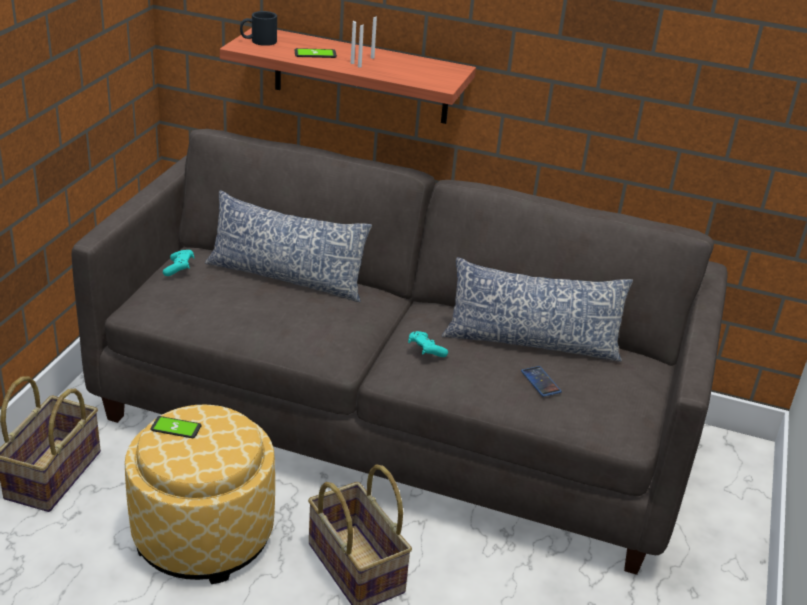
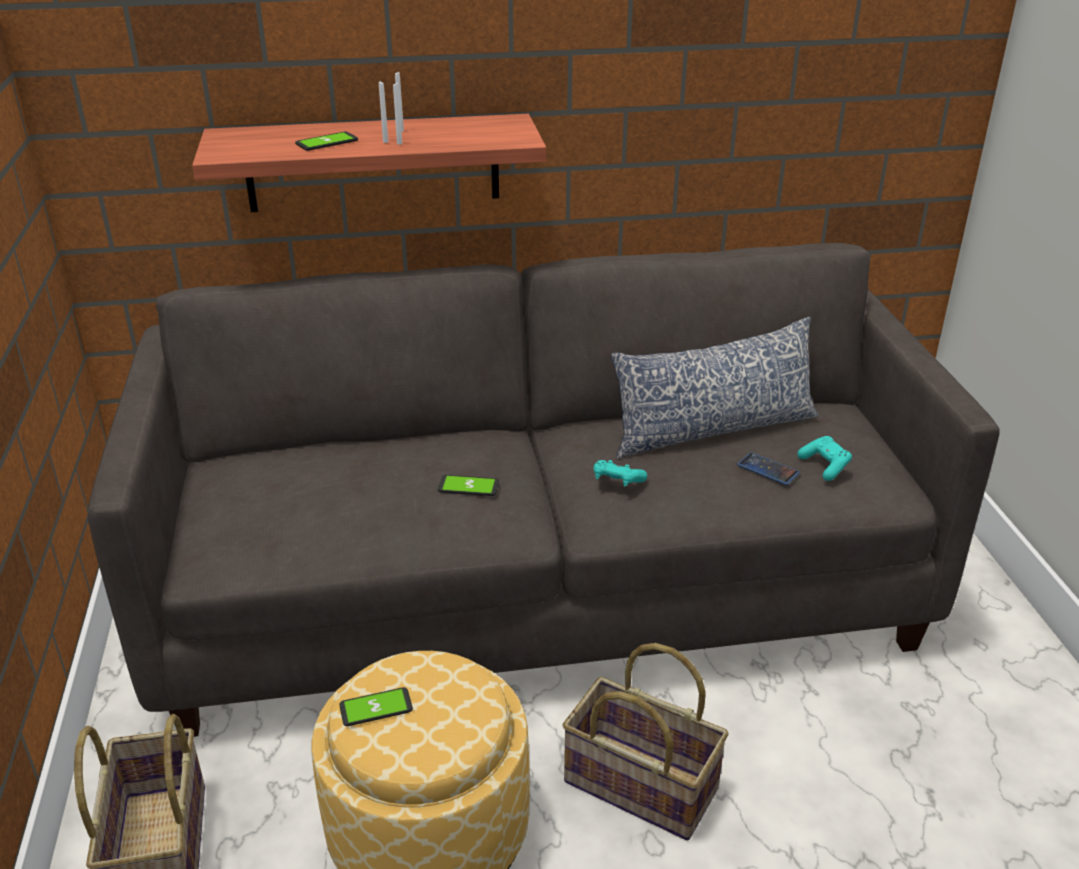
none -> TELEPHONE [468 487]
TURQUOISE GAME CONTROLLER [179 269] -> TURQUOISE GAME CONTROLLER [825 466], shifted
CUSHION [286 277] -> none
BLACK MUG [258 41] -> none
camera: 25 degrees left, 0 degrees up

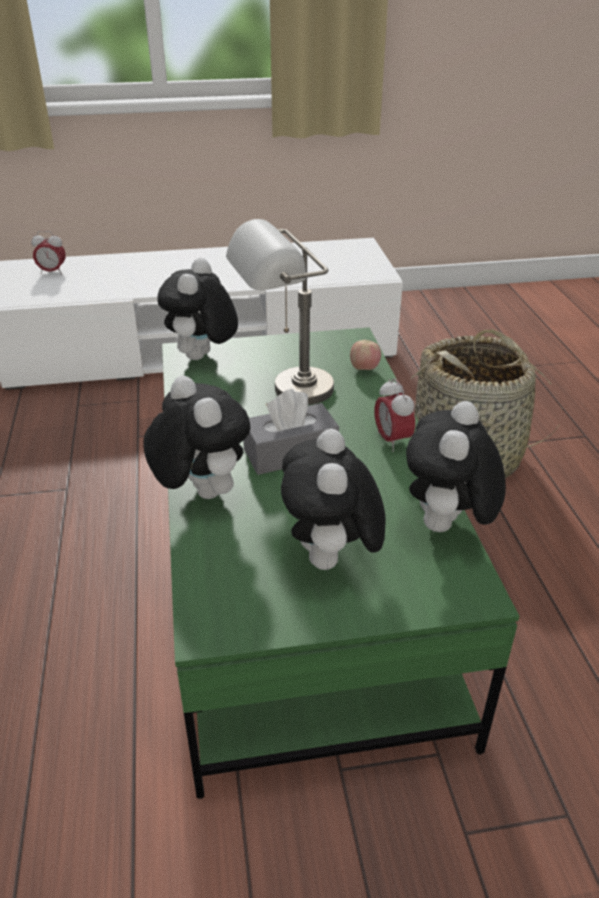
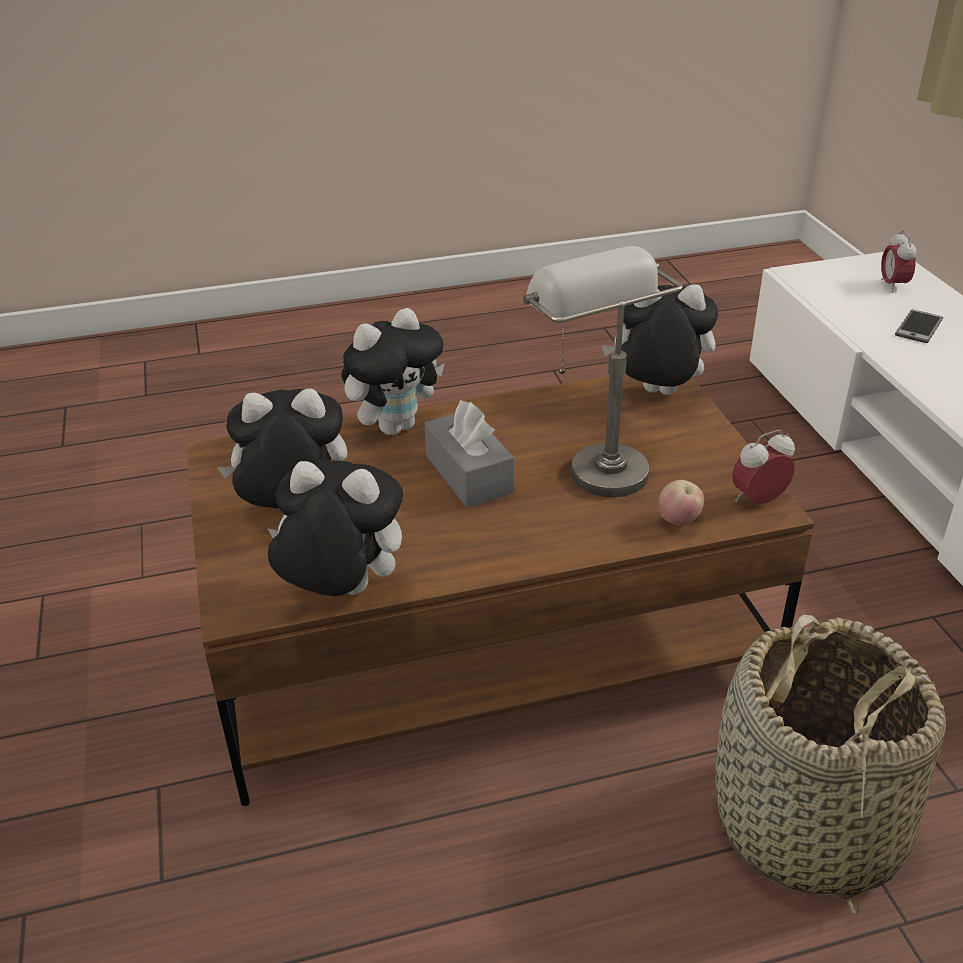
GREEN LOW TABLE [300 581] -> BROWN-COLOURED LOW TABLE [484 640]
BEDSIDE CLOCK [392 440] -> BEDSIDE CLOCK [758 500], shifted
none -> TELEPHONE [918 327]
camera: 85 degrees right, 0 degrees up

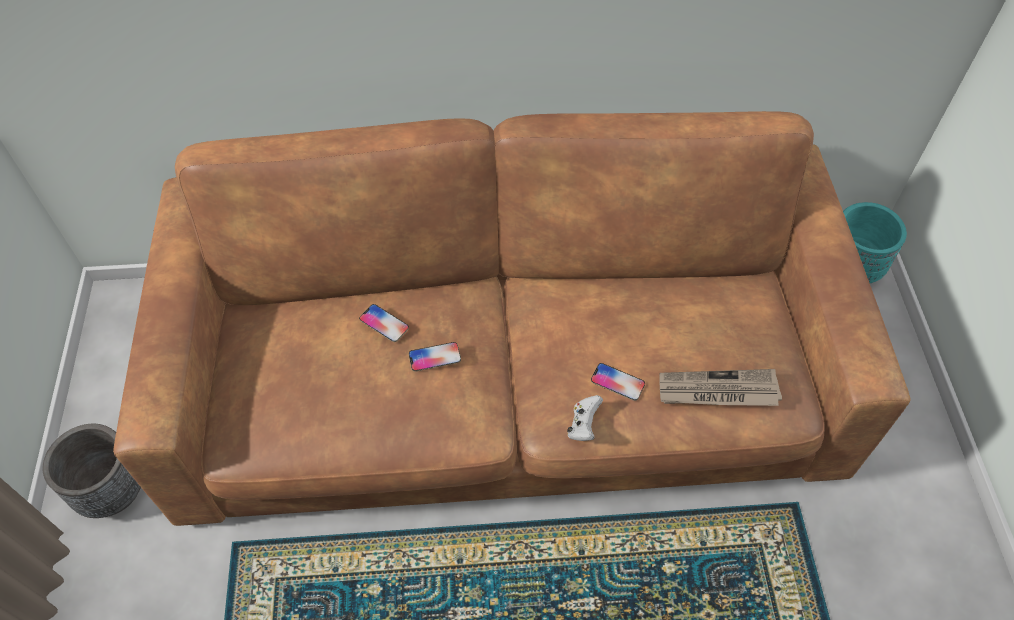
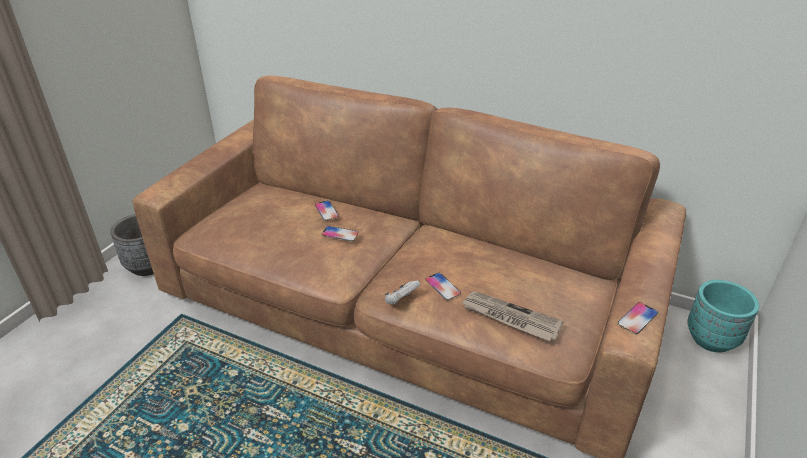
none -> TELEPHONE [637 319]
camera: 30 degrees right, 20 degrees down

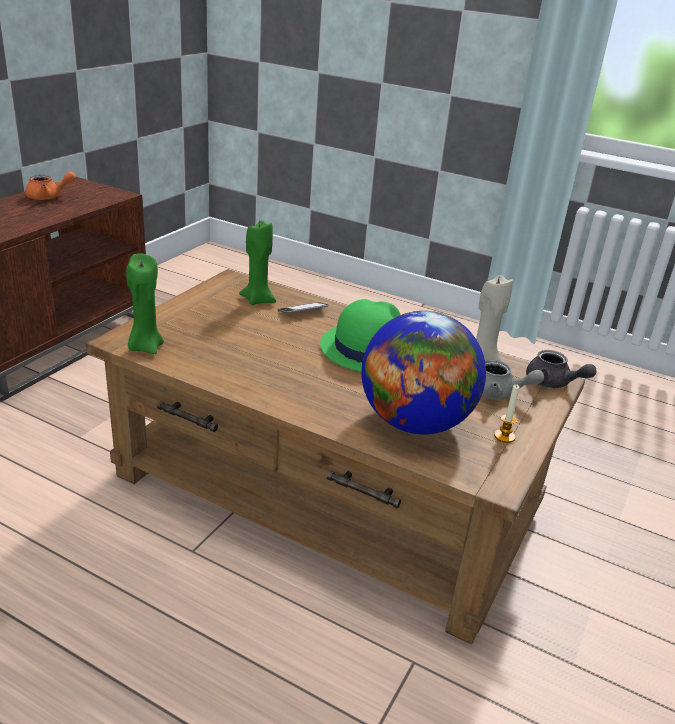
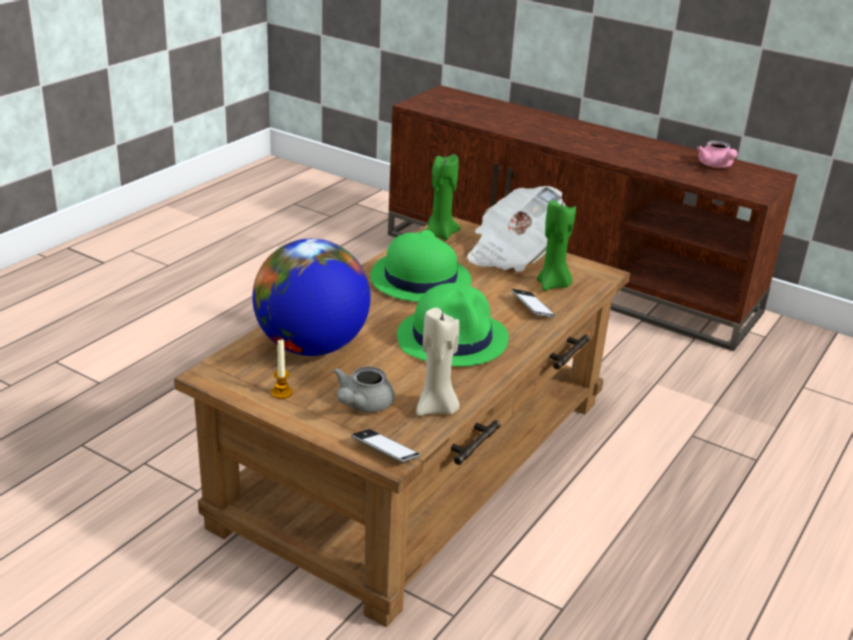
GREYISH TEA POT [553 383] -> TELEPHONE [385 450]
none -> GREEN CLOTHING HAT [419 280]
none -> DAILY PAPER [514 254]
ORANGE-COLOURED TEA POT [49 197] -> PINK-COLOURED TEA POT [716 166]
camera: 95 degrees right, 0 degrees up

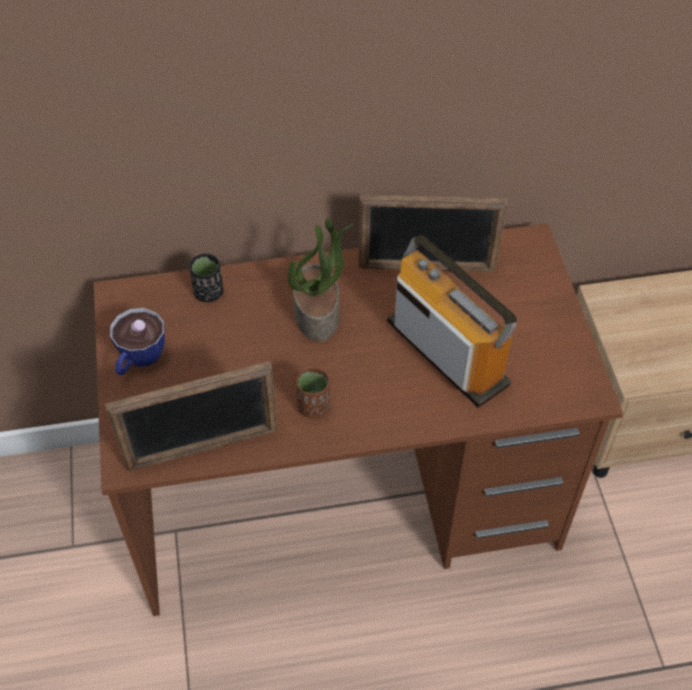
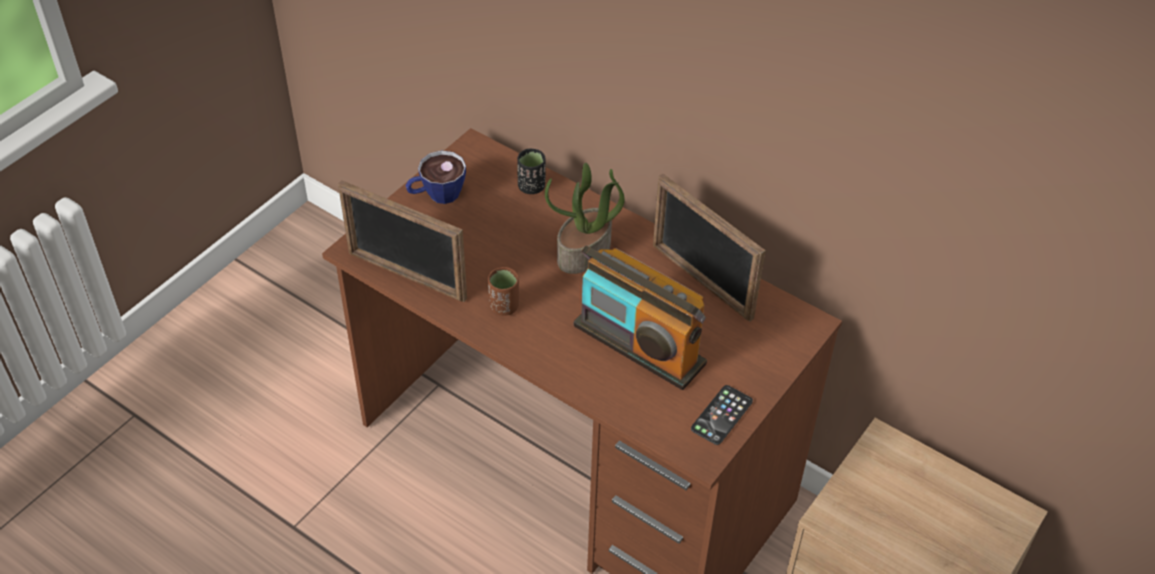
RADIO RECEIVER [447 352] -> RADIO RECEIVER [639 345], 120 degrees clockwise
none -> TELEPHONE [721 415]
camera: 45 degrees right, 5 degrees down

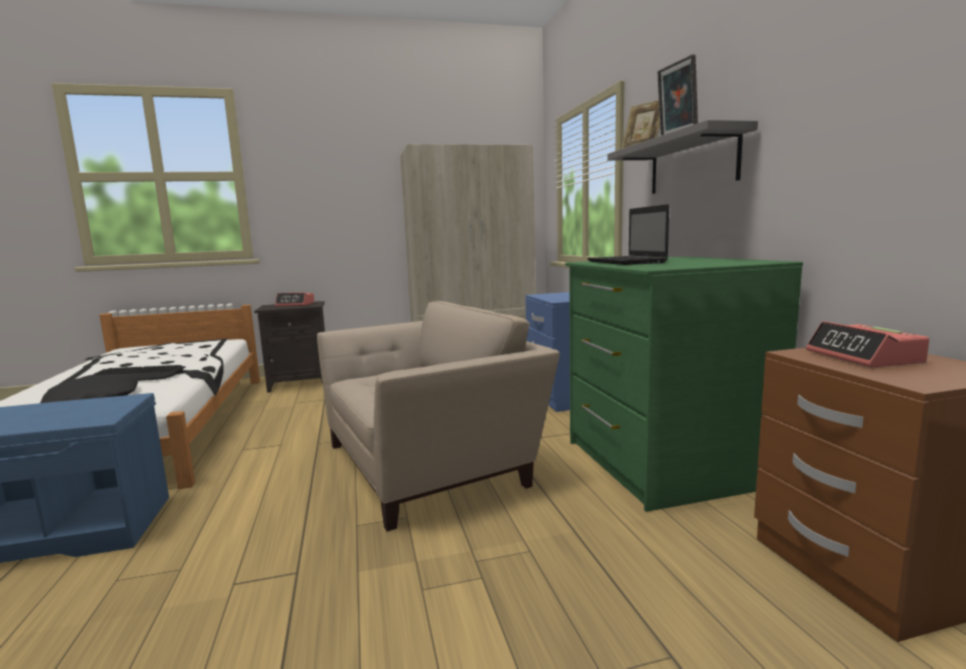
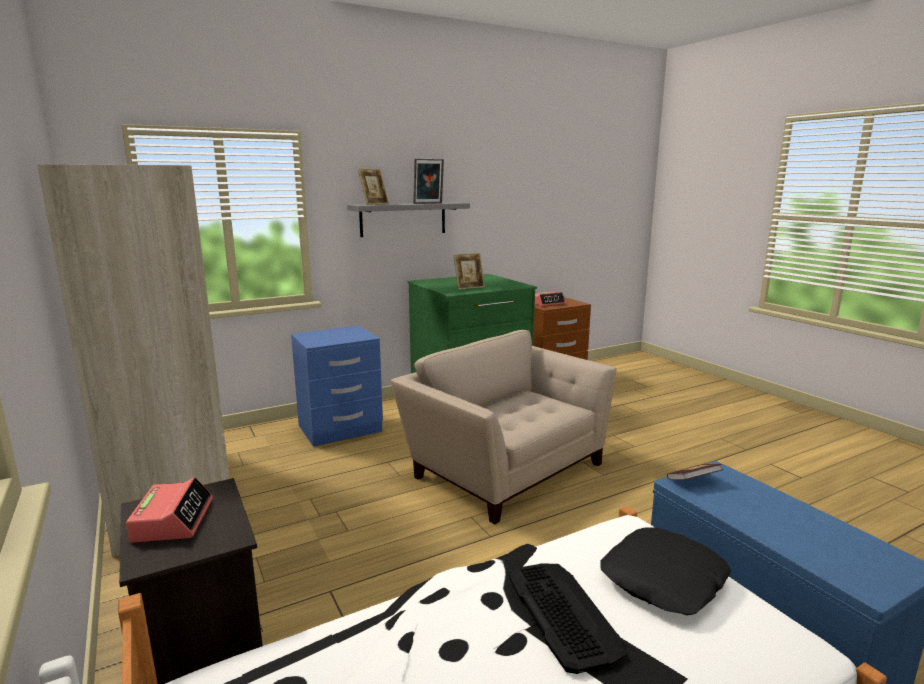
PORTABLE COMPUTER [627 262] -> STANDING FRAME [469 287]
none -> BOOK [693 481]
camera: 105 degrees left, 5 degrees up

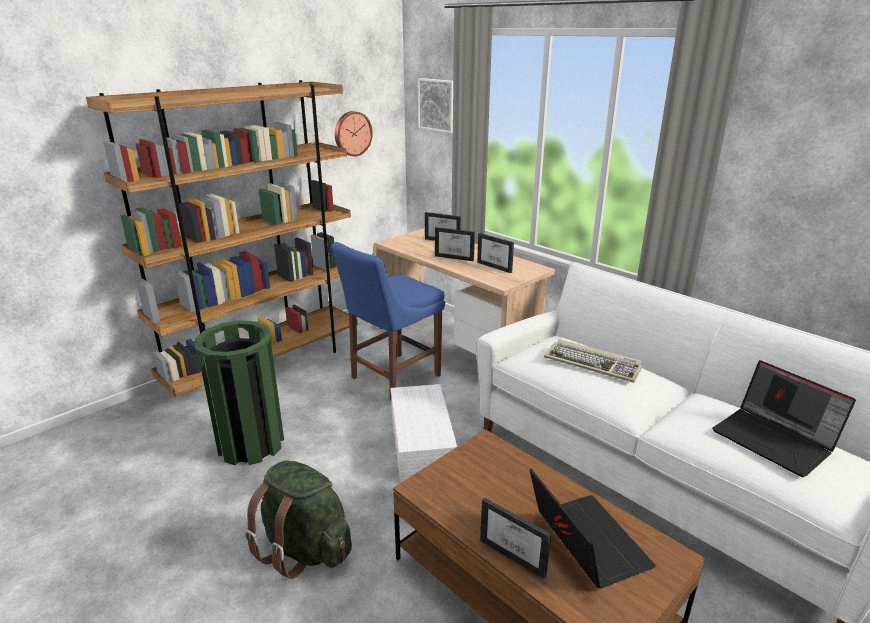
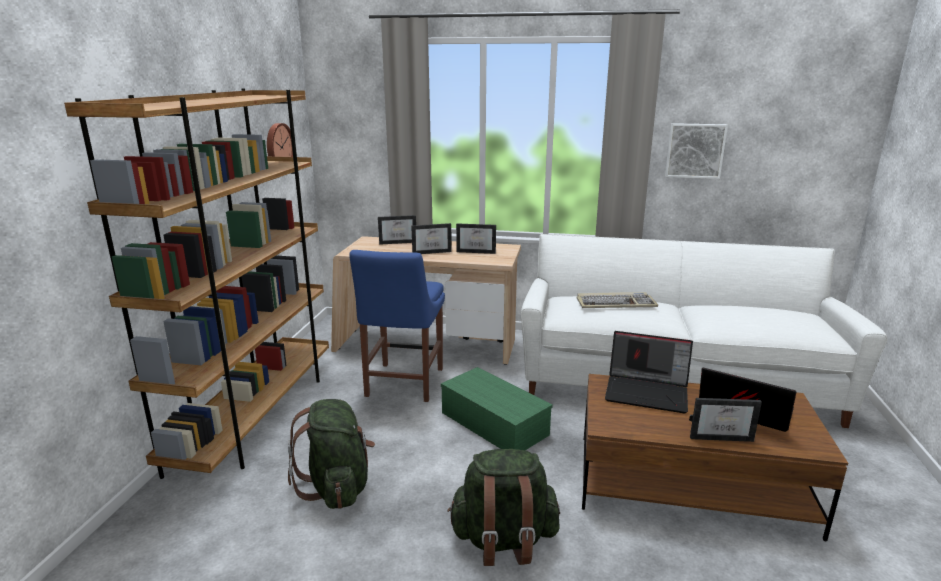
GREEN WASTE BIN [251 444] -> GREEN BACKPACK [337 486]
WHITE STORAGE BOX [420 443] -> GREEN STORAGE BOX [492 423]
PORTABLE COMPUTER [775 440] -> PORTABLE COMPUTER [648 392], shifted
WALL PICTURE [438 105] -> WALL PICTURE [695 150], shifted
camera: 35 degrees left, 5 degrees down

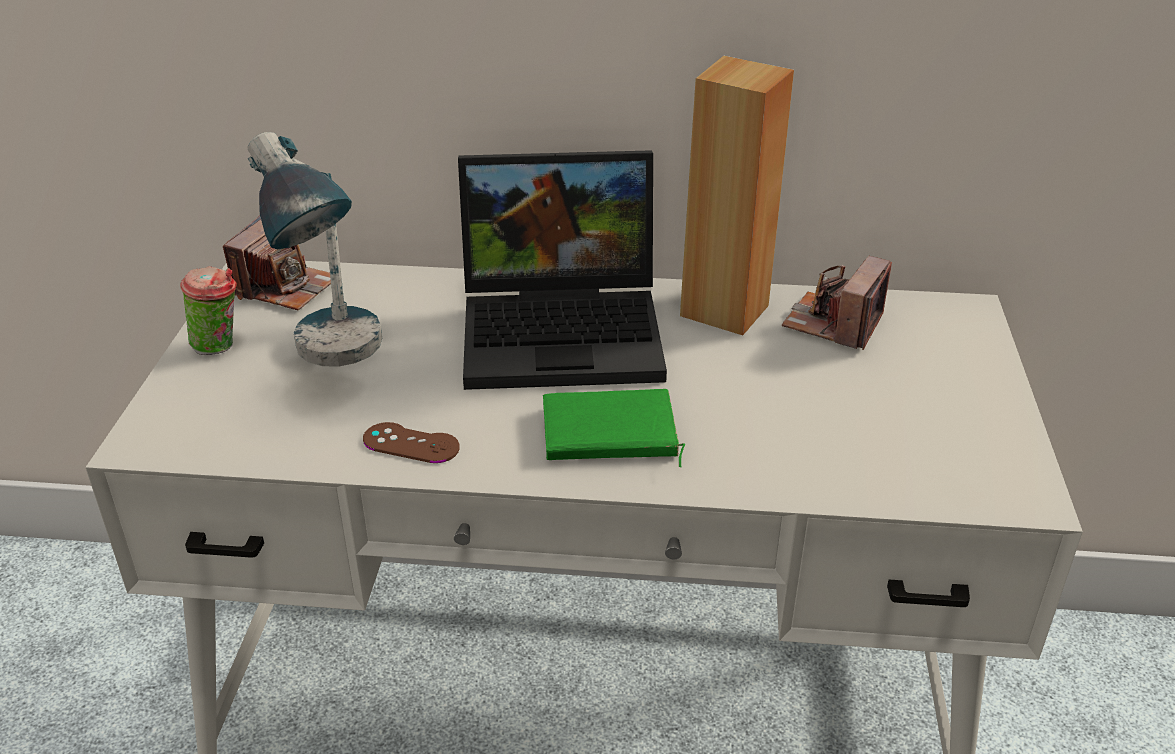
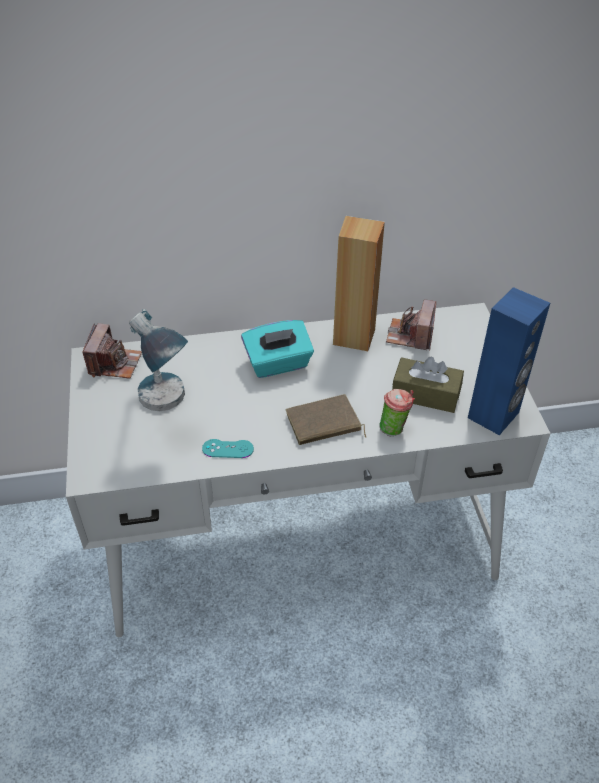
BROWN-COLOURED GAME CONTROLLER [411 443] -> TURQUOISE GAME CONTROLLER [228 449]
PORTABLE COMPUTER [567 329] -> TURQUOISE TISSUE BOX [278 364]
GREEN BOOK [609 436] -> BROWN-COLOURED BOOK [323 424]
SMALL CUP [221 346] -> SMALL CUP [394 428], shifted
none -> BROWN-COLOURED TISSUE BOX [425 394]
none -> BLUISH LOUDSPEAKER [494 415]
camera: 15 degrees left, 10 degrees up

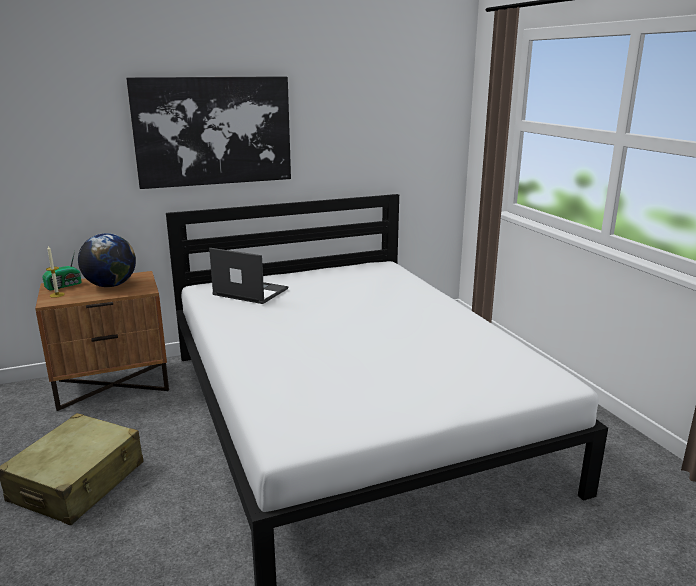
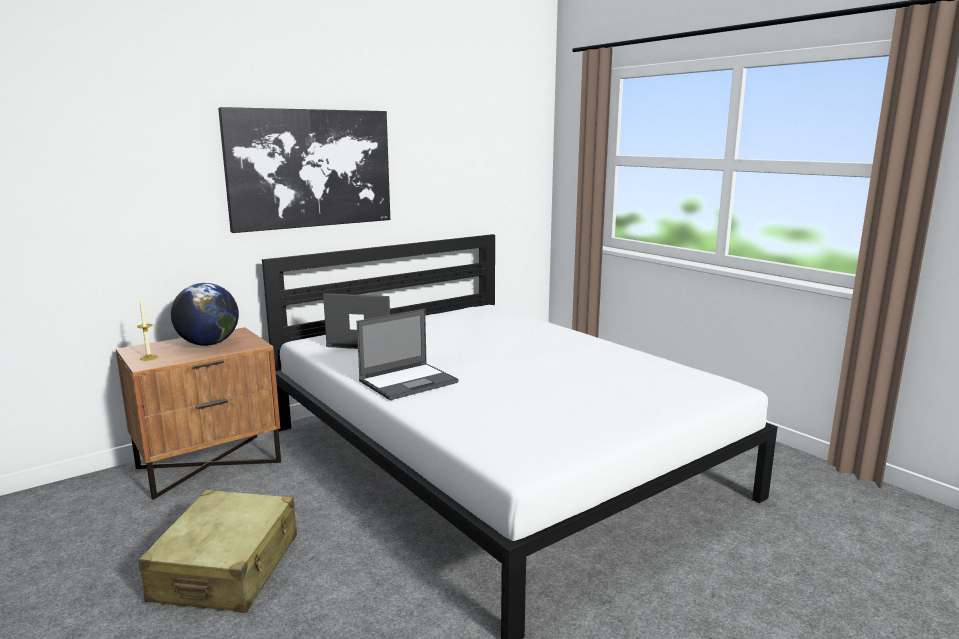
none -> PORTABLE COMPUTER [409 381]
RADIO RECEIVER [65 285] -> none
camera: 15 degrees left, 5 degrees down

